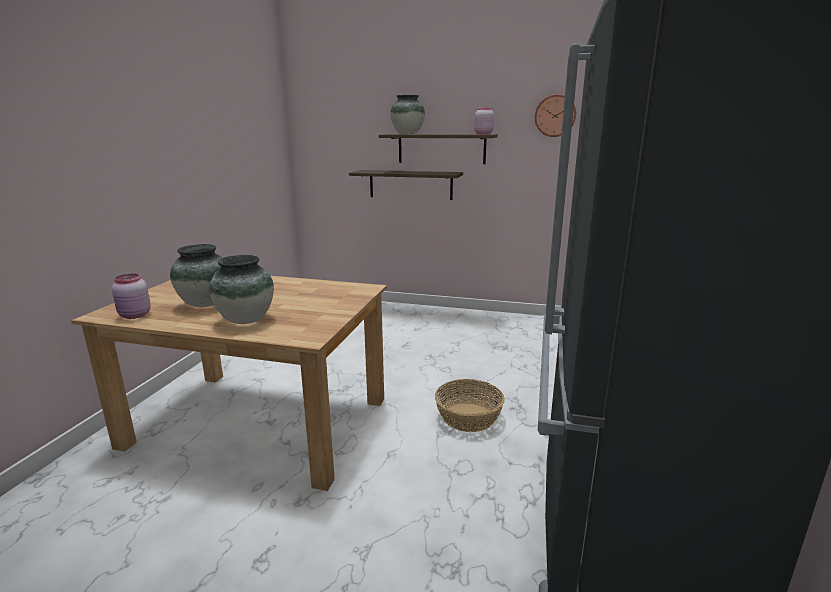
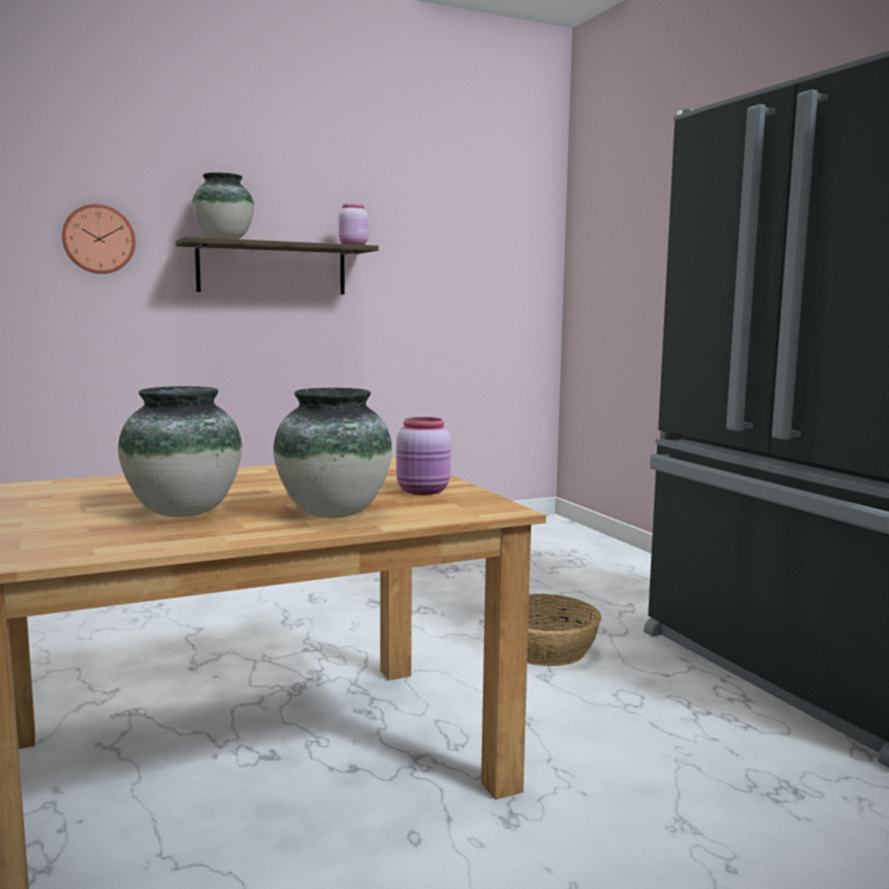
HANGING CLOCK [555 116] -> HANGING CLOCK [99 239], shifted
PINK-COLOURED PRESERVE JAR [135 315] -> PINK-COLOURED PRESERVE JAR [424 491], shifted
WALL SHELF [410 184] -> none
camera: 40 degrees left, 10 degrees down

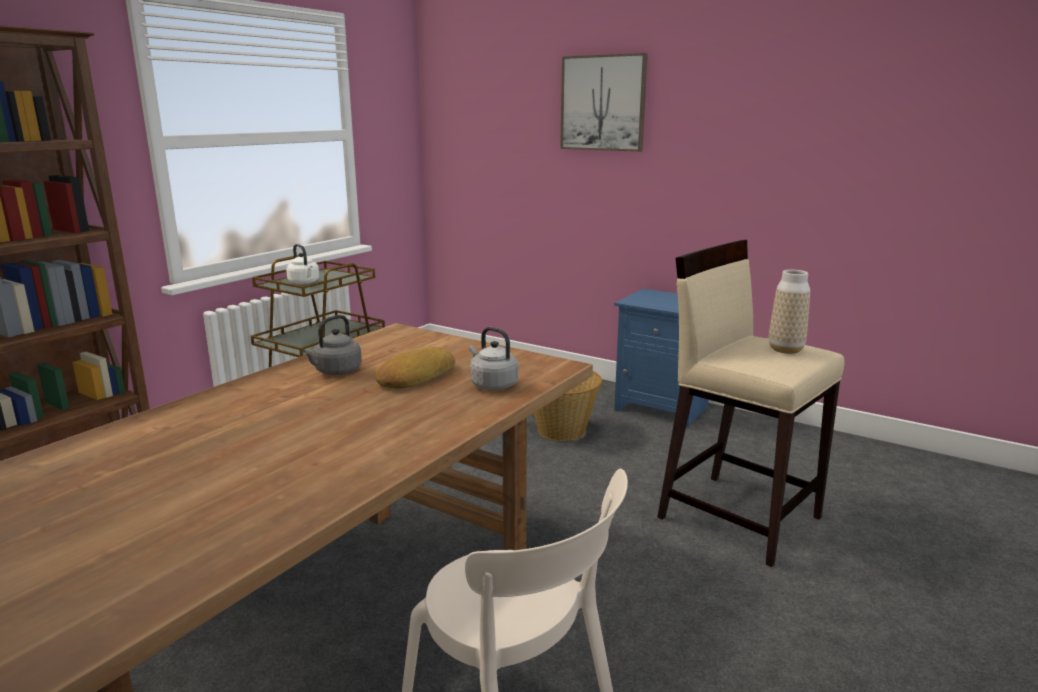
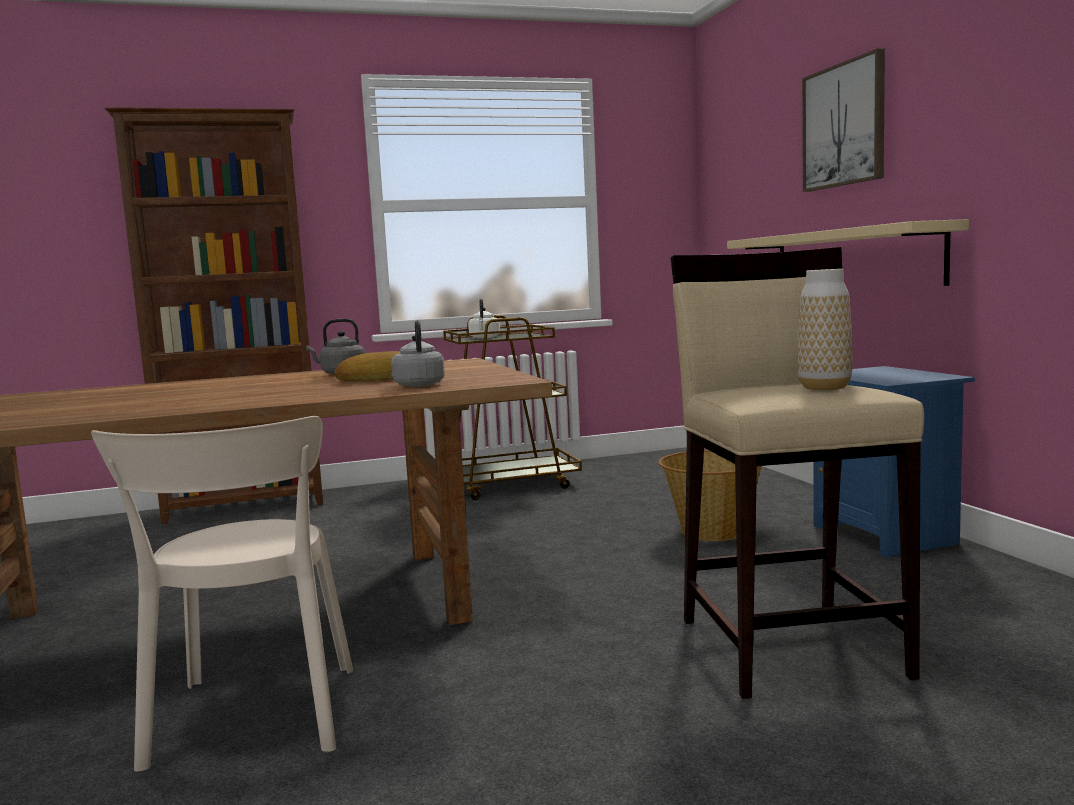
none -> BEIGE-COLOURED WALL SHELF [853 258]
camera: 40 degrees right, 10 degrees down

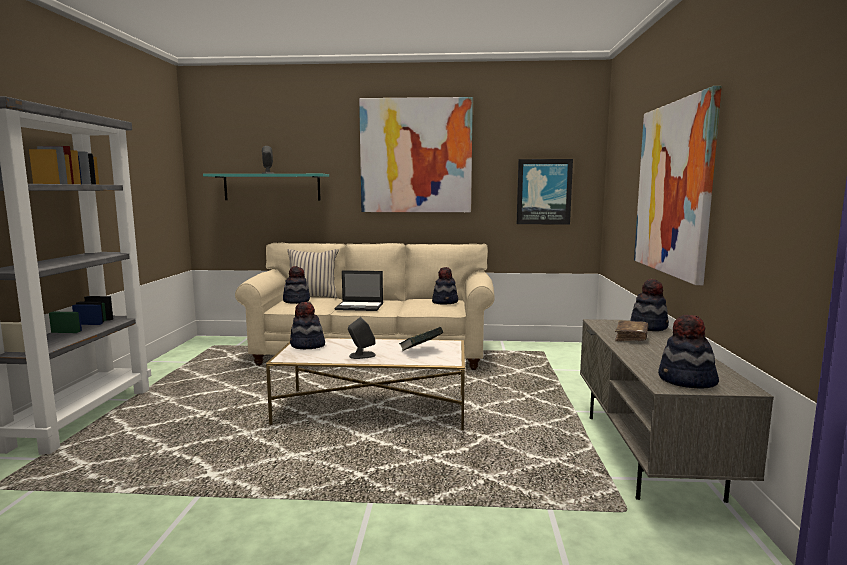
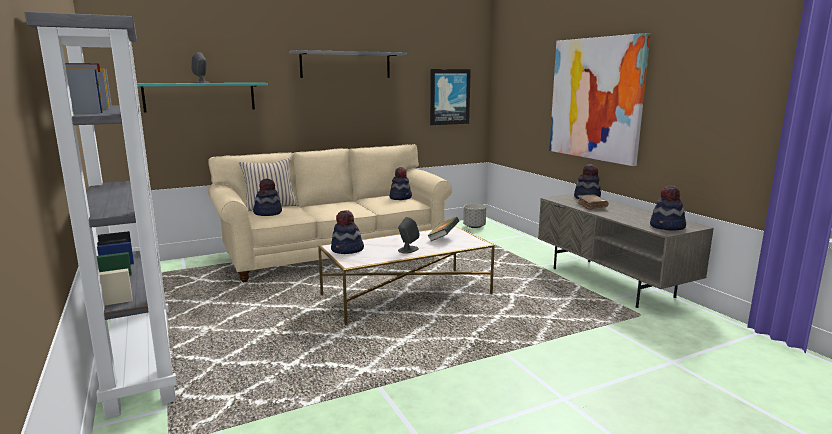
WALL PICTURE [416 156] -> GREYISH WALL SHELF [346 65]
none -> GREYISH FLOWER POT [474 227]
PORTABLE COMPUTER [360 306] -> none
camera: 30 degrees left, 5 degrees up

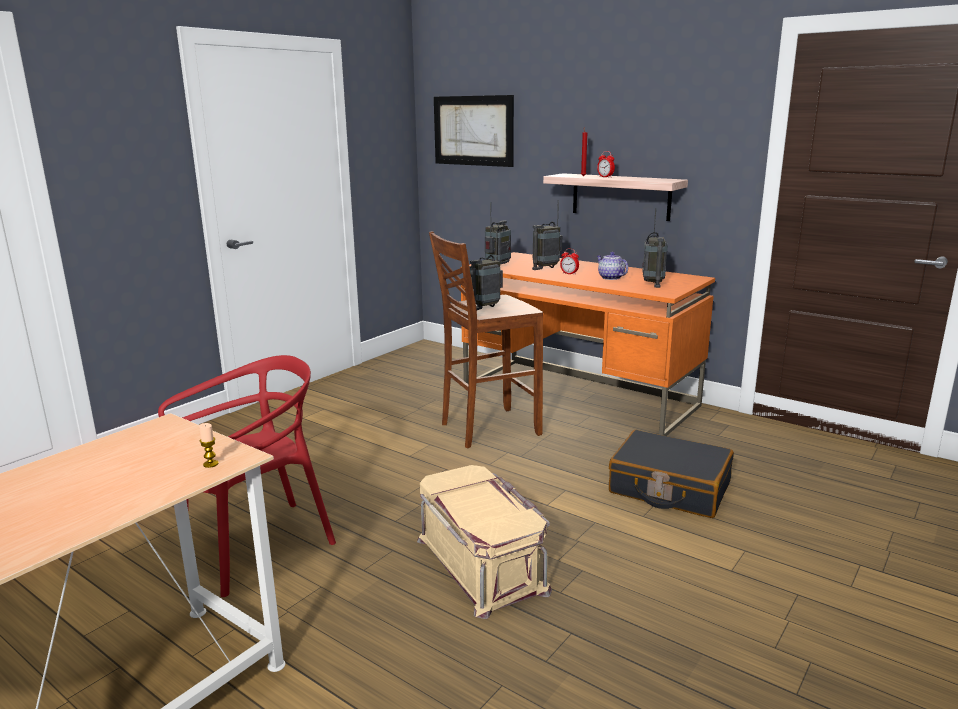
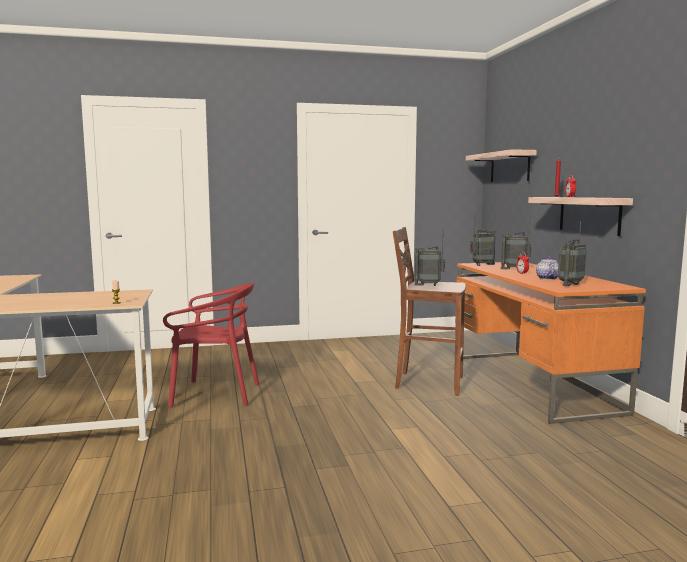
WALL PICTURE [473 131] -> WALL SHELF [509 167]
BEIGE-COLOURED STORAGE BOX [482 563] -> none
BLACK TRAVEL CASE [669 488] -> none
camera: 40 degrees right, 10 degrees down

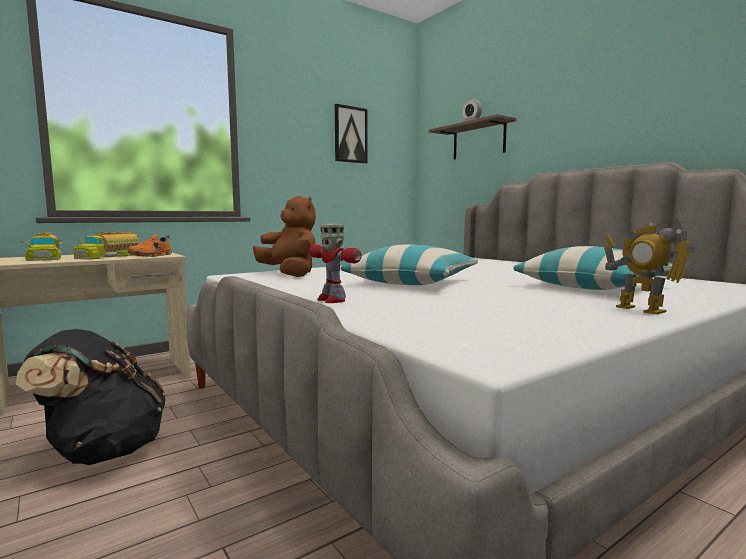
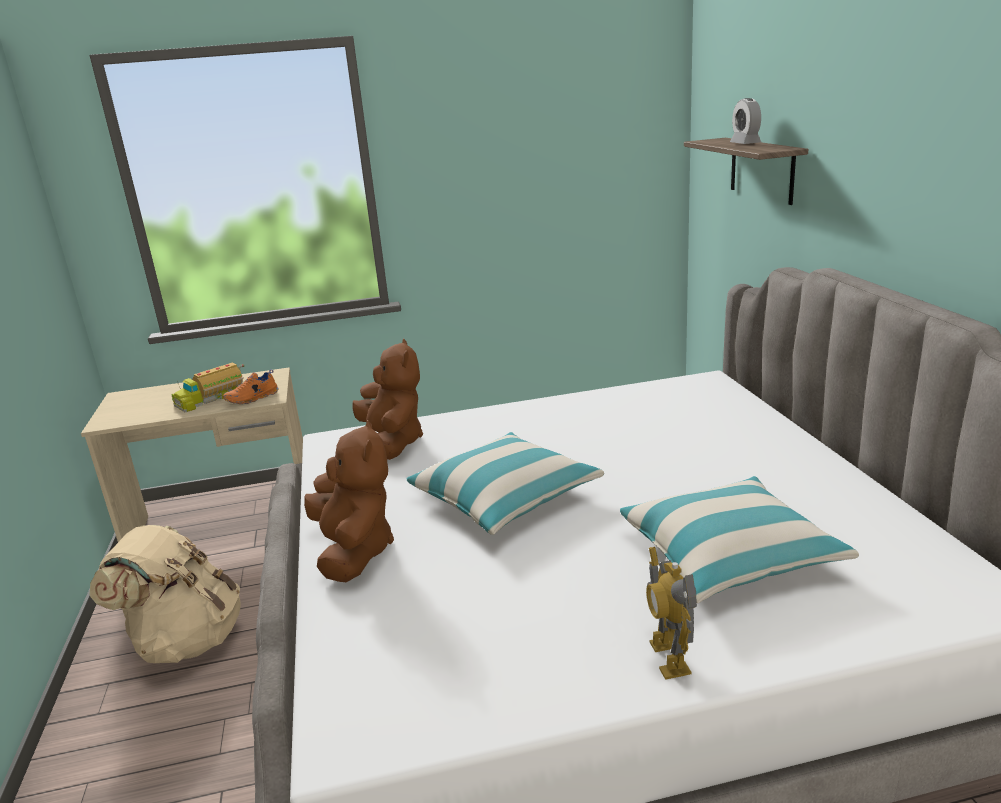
BLACK BACKPACK [103 451] -> BEIGE-COLOURED BACKPACK [186 640]
ROBOT FIGURE [331 300] -> BROWN-COLOURED SOFT TOY [354 552]
MODEL TRUCK [45 258] -> none
WALL PICTURE [350 134] -> none
camera: 25 degrees right, 15 degrees up

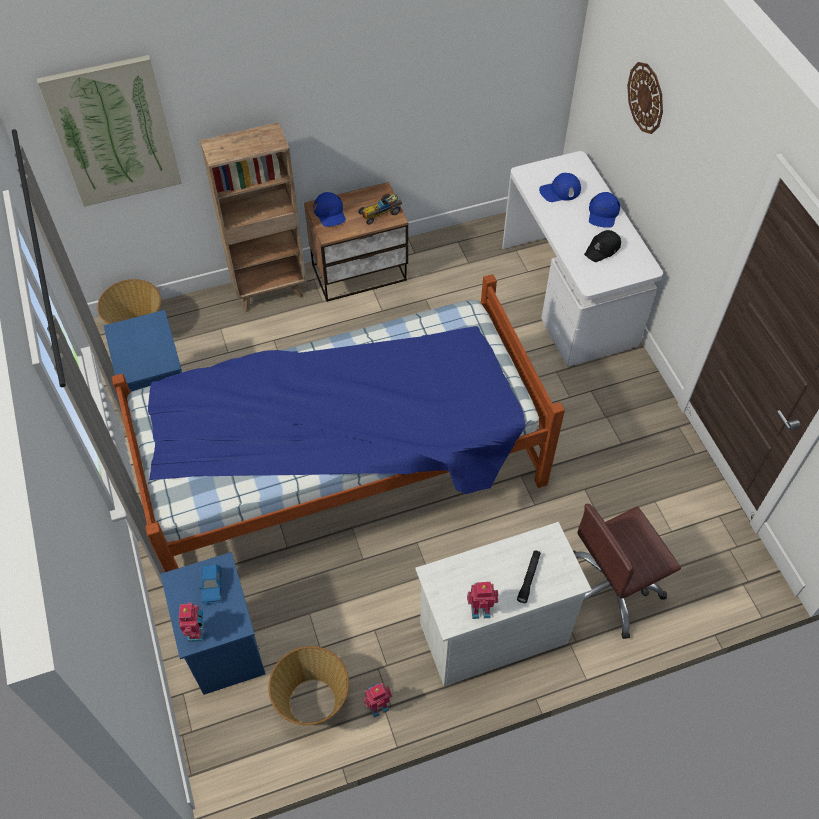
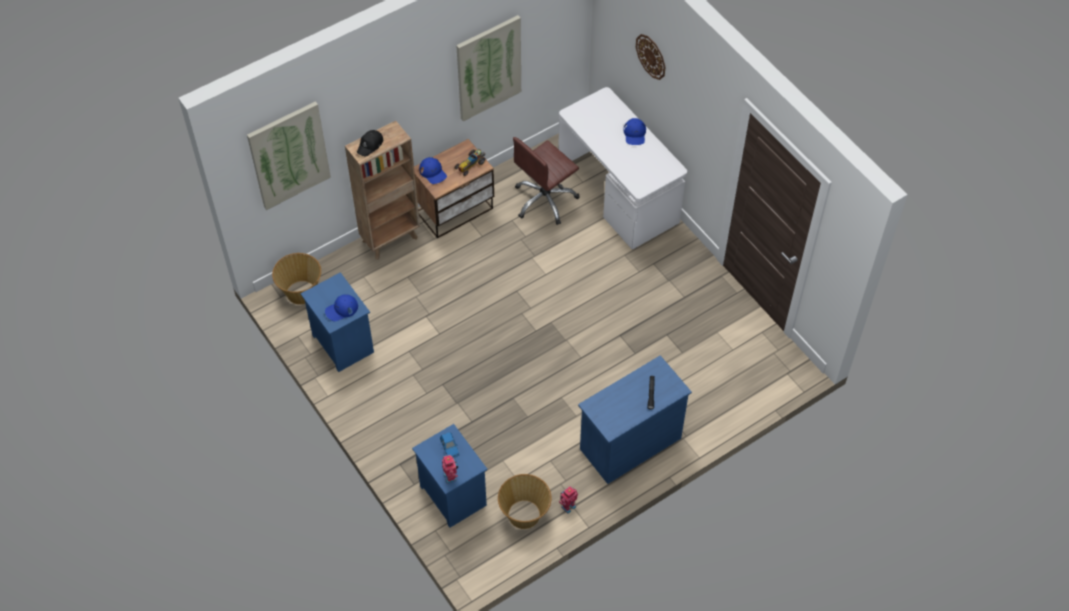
BLUISH BASEBALL CAP [559 191] -> BLUISH BASEBALL CAP [341 309], shifted
BLACK BASEBALL CAP [603 249] -> BLACK BASEBALL CAP [370 145], shifted
none -> WALL PICTURE [488 68]
BROWN-COLOURED COMPUTER CHAIR [611 589] -> BROWN-COLOURED COMPUTER CHAIR [545 200], shifted
WHITE DRAWER CHEST [492 633] -> BLUISH DRAWER CHEST [630 443]
BED [344 471] -> none
ROBOT FIGURE [480 609] -> none
camera: 15 degrees left, 0 degrees up

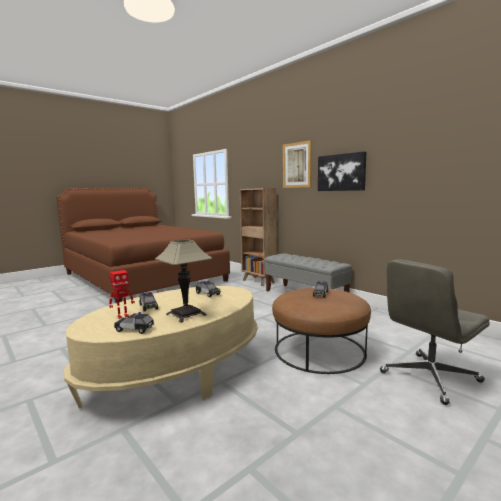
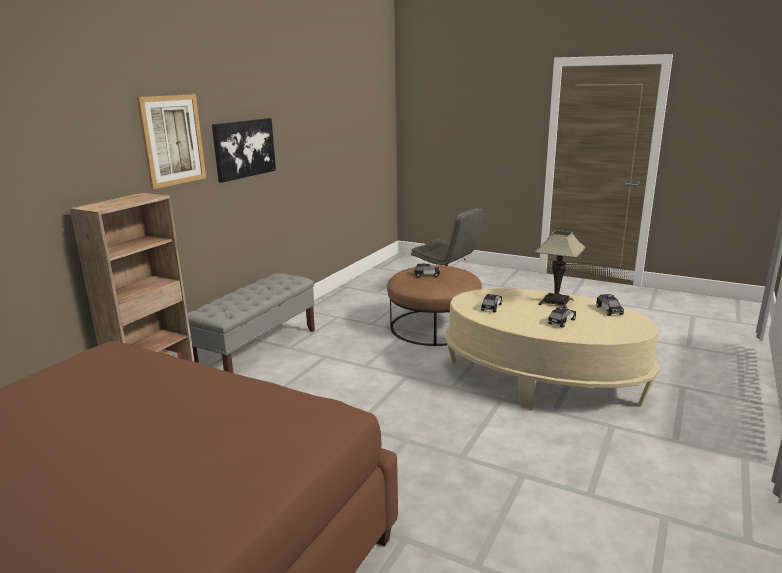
ROBOT FIGURE [122 316] -> none
camera: 110 degrees left, 10 degrees up

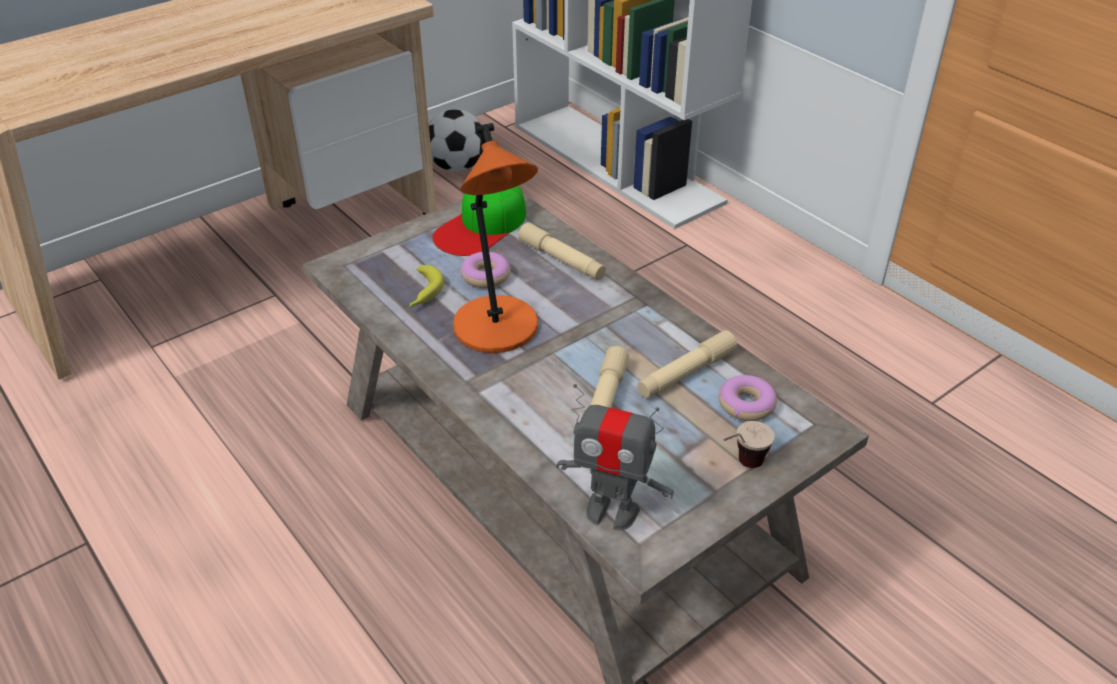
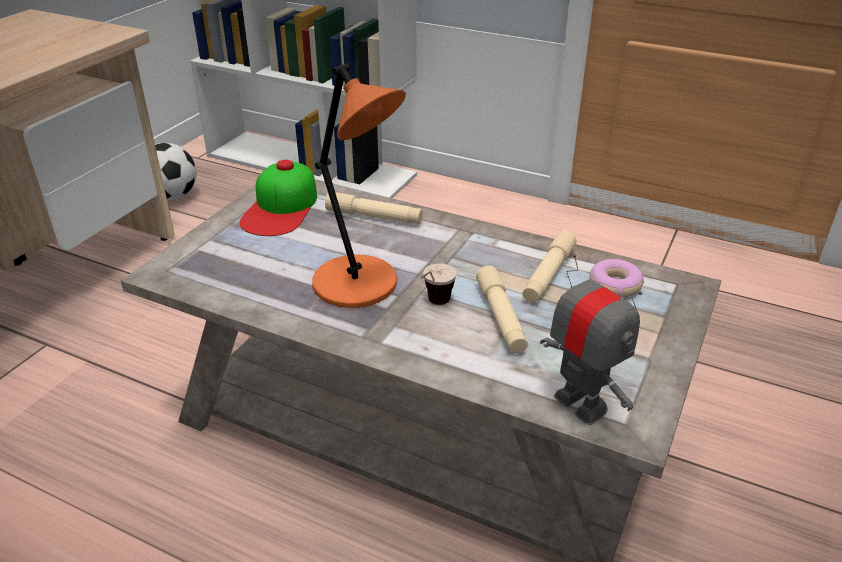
SMALL CUP [740 467] -> SMALL CUP [434 306], shifted
ROBOT FIGURE [612 511] -> ROBOT FIGURE [580 404], 120 degrees counterclockwise
WHOLE BANANA [422 293] -> none
RING DOUGHNUT [485 276] -> none
camera: 25 degrees left, 5 degrees down

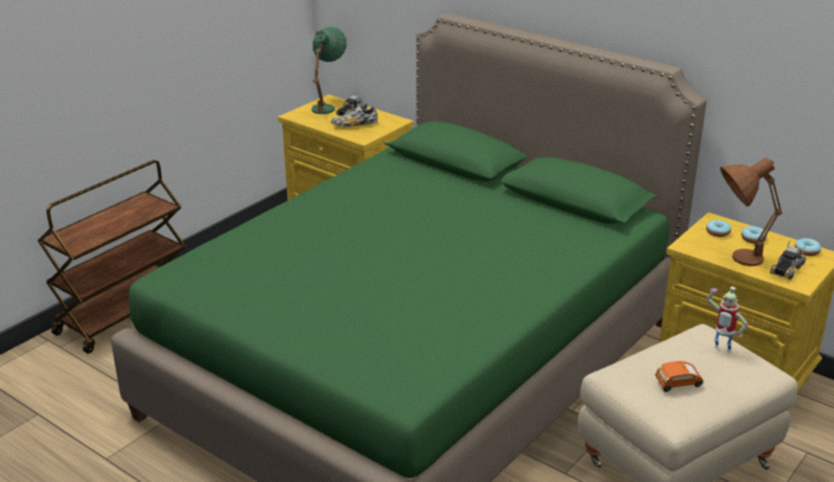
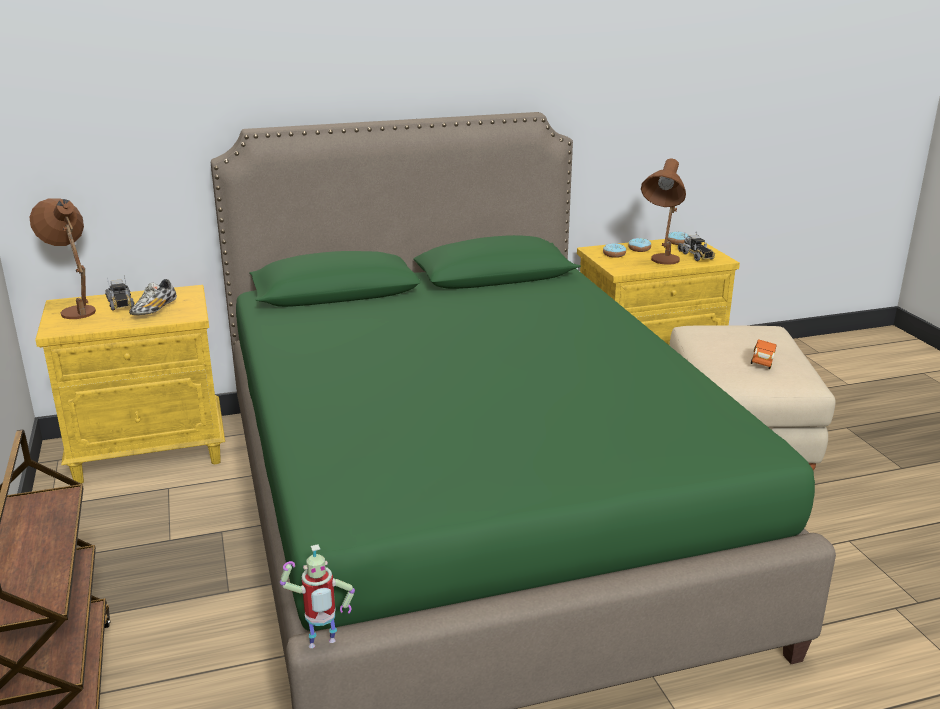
GREEN LAMP FOR A TABLE [327 106] -> BROWN-COLOURED LAMP FOR A TABLE [76 308]
ROBOT FIGURE [721 350] -> ROBOT FIGURE [322 646], shifted
camera: 55 degrees left, 5 degrees down

